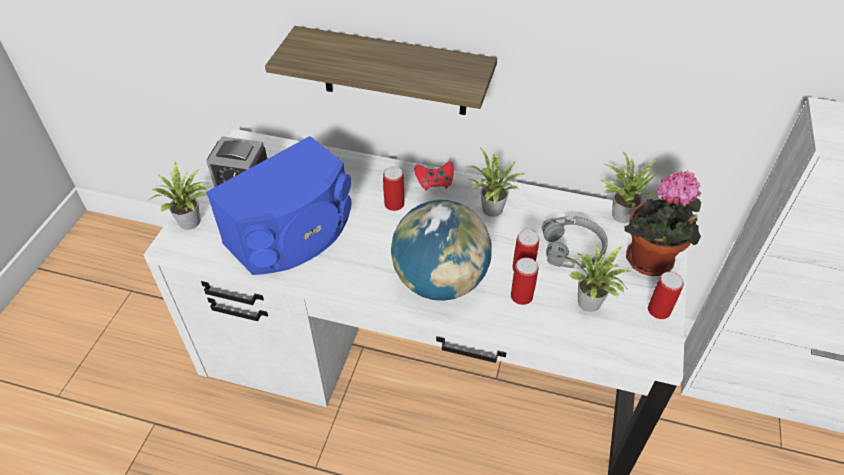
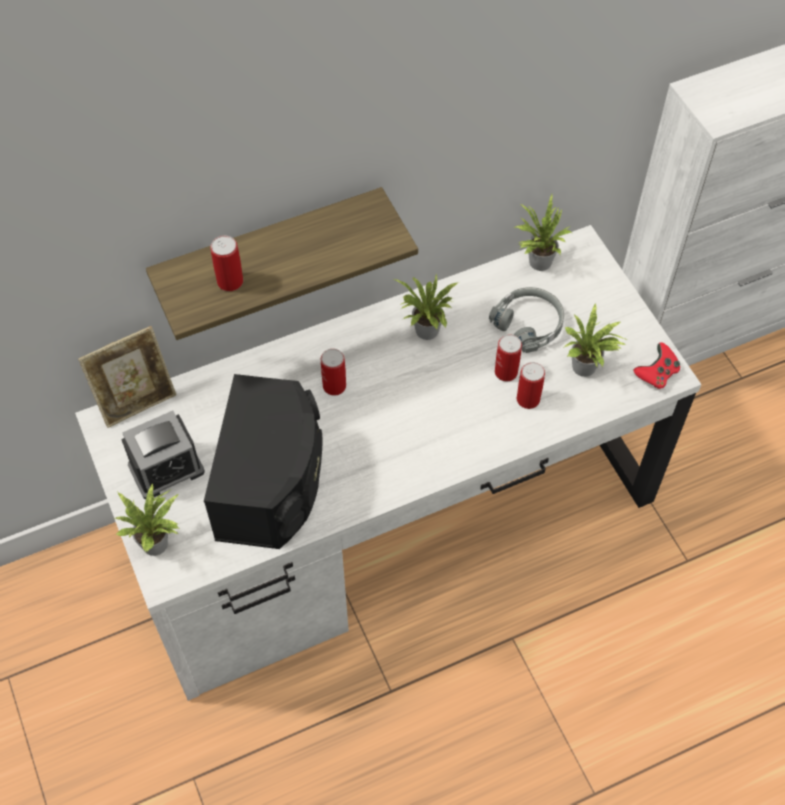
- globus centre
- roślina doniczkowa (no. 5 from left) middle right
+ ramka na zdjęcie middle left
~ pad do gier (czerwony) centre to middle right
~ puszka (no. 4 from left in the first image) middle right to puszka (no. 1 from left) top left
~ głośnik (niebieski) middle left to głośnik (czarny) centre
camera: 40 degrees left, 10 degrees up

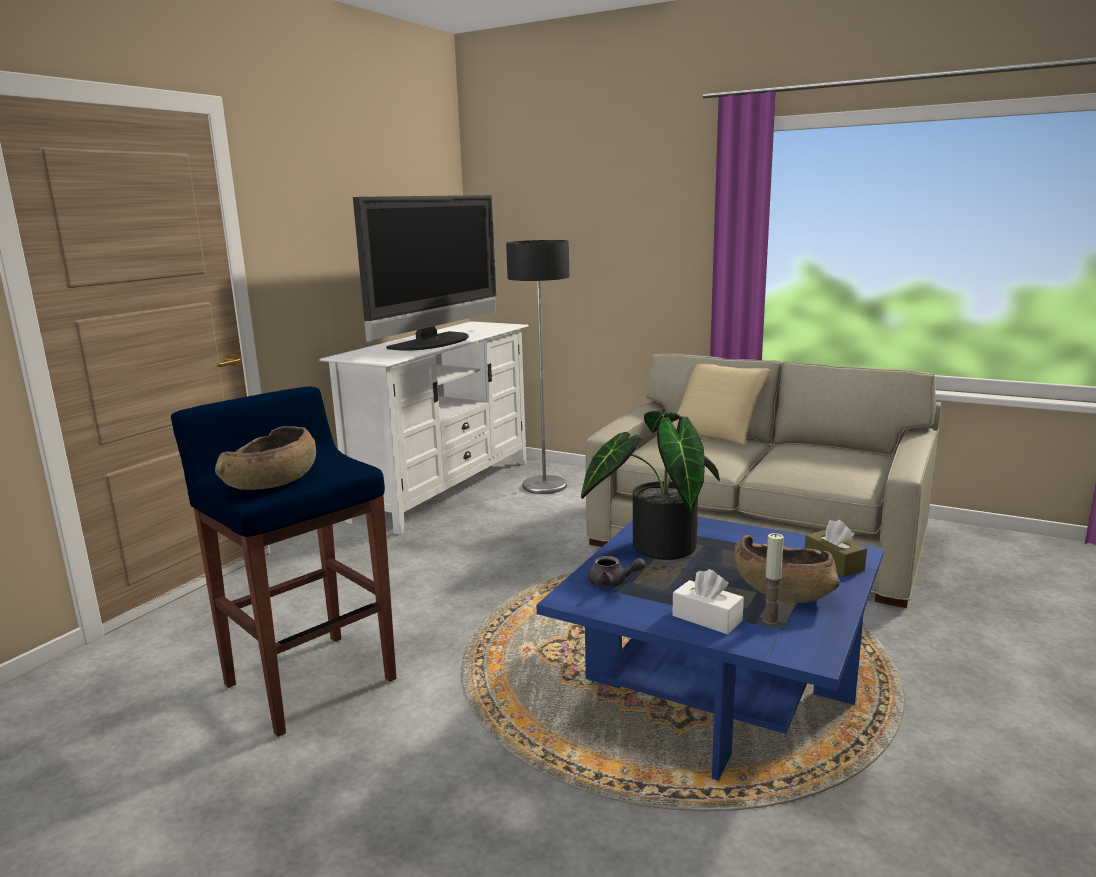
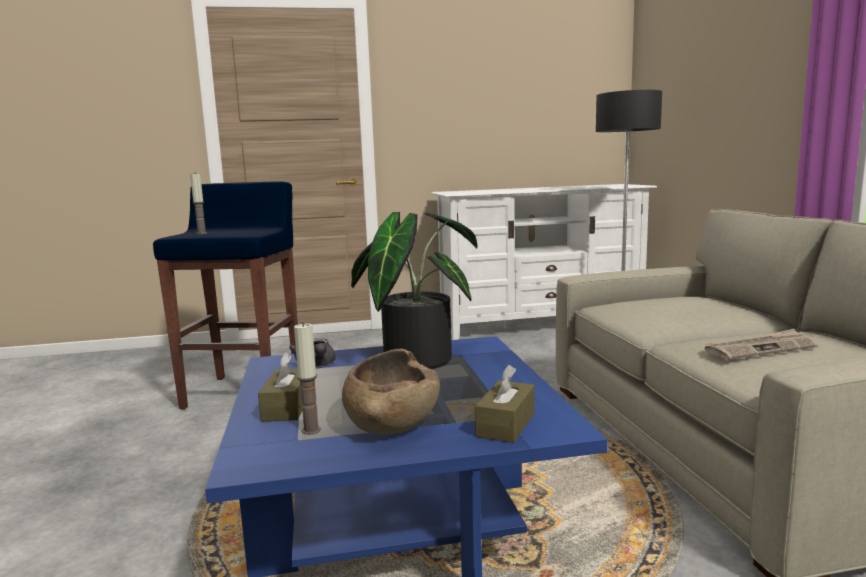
- telewizor top centre
- poduszka (beżowy) centre
+ gazeta middle right
~ miska (brązowy) (no. 1 from left) middle left to świeca (no. 1 from left) middle left
~ pudełko chusteczek (biały) bottom centre to pudełko chusteczek (brązowy) (no. 1 from left) bottom left
camera: 50 degrees right, 5 degrees down

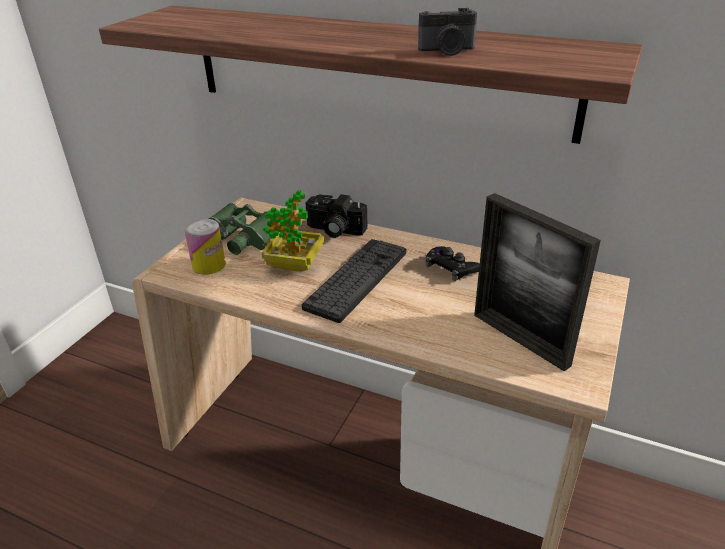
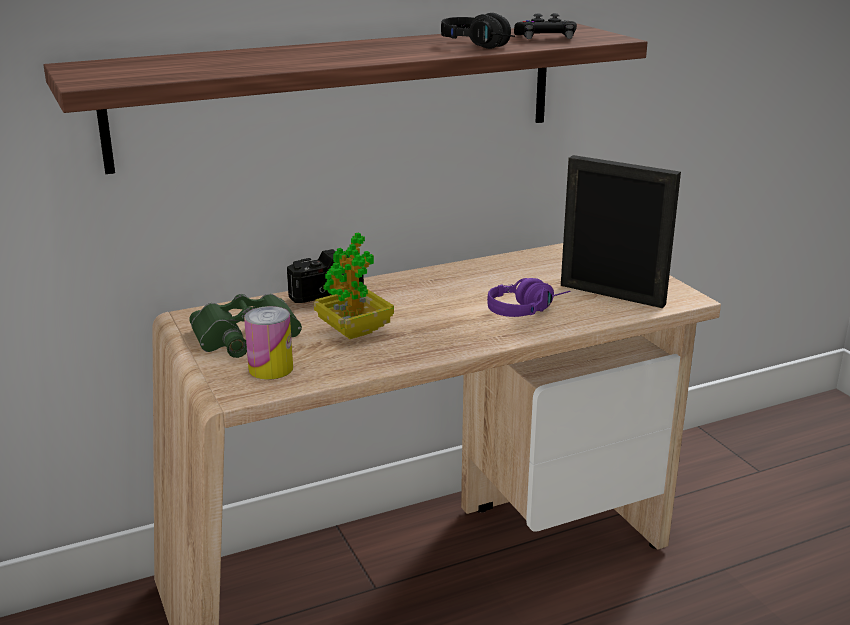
- klawiatura centre
+ słuchawki (fioletowy) centre
~ pad do gier (czarny) centre to top centre
~ aparat fotograficzny (no. 2 from left) top centre to słuchawki (czarny) top centre
~ ramka na zdjęcie middle right = middle right 150 degrees counterclockwise
camera: 50 degrees left, 10 degrees down

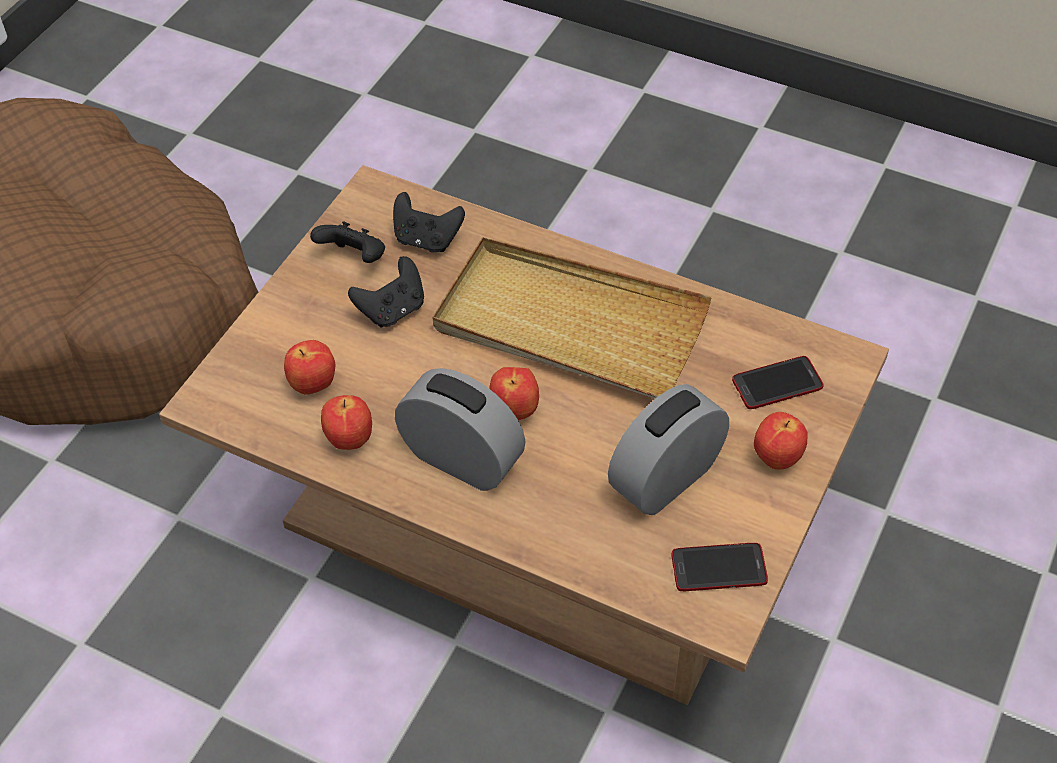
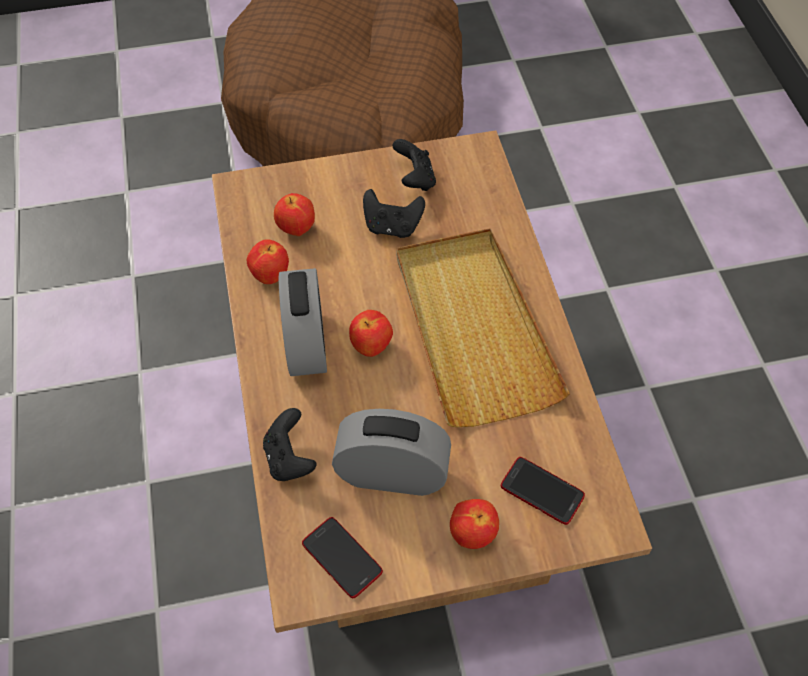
~ pad do gier (czarny) (no. 3 from left in the first image) top centre to pad do gier (czarny) (no. 1 from left) centre
camera: 50 degrees right, 5 degrees up

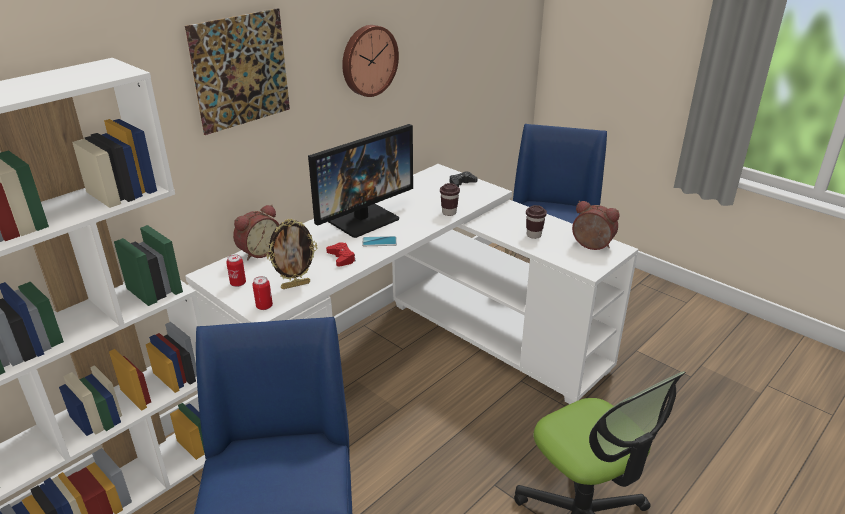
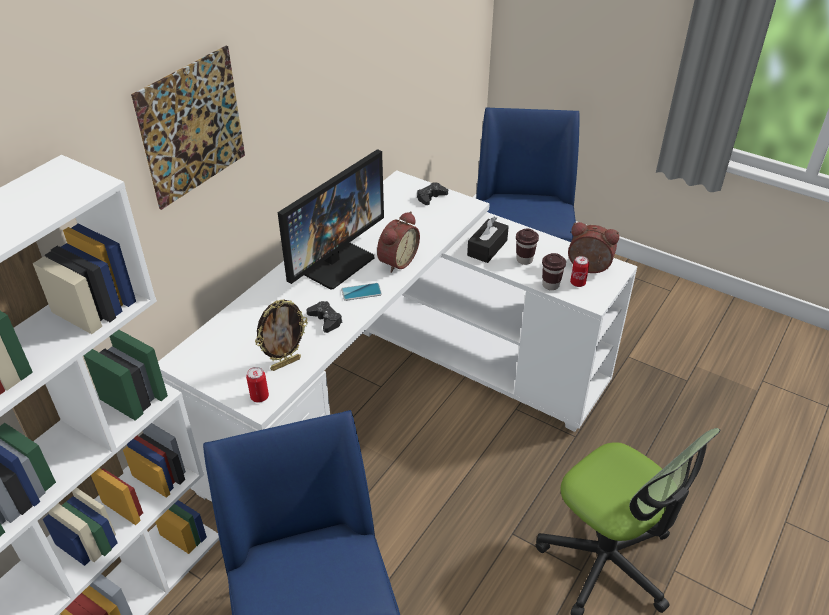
- zegar ścienny top centre
+ pudełko chusteczek (czarny) centre
~ puszka (no. 1 from left in the first image) middle left to puszka (no. 2 from left) middle right
~ budzik (no. 1 from left) middle left to centre
~ filiżanka (brązowy) (no. 1 from left in the first image) centre to filiżanka (brązowy) (no. 2 from left) middle right
~ pad do gier (czerwony) centre to pad do gier (czarny) (no. 1 from left) centre
camera: 10 degrees left, 10 degrees up

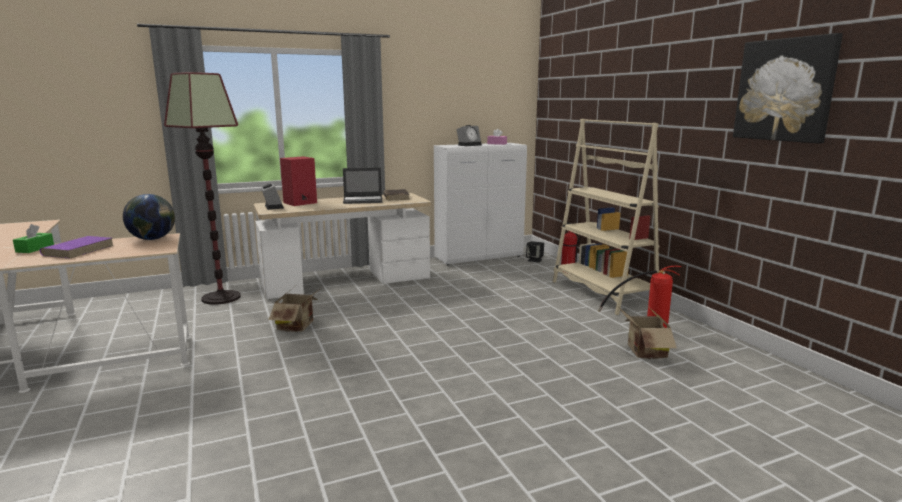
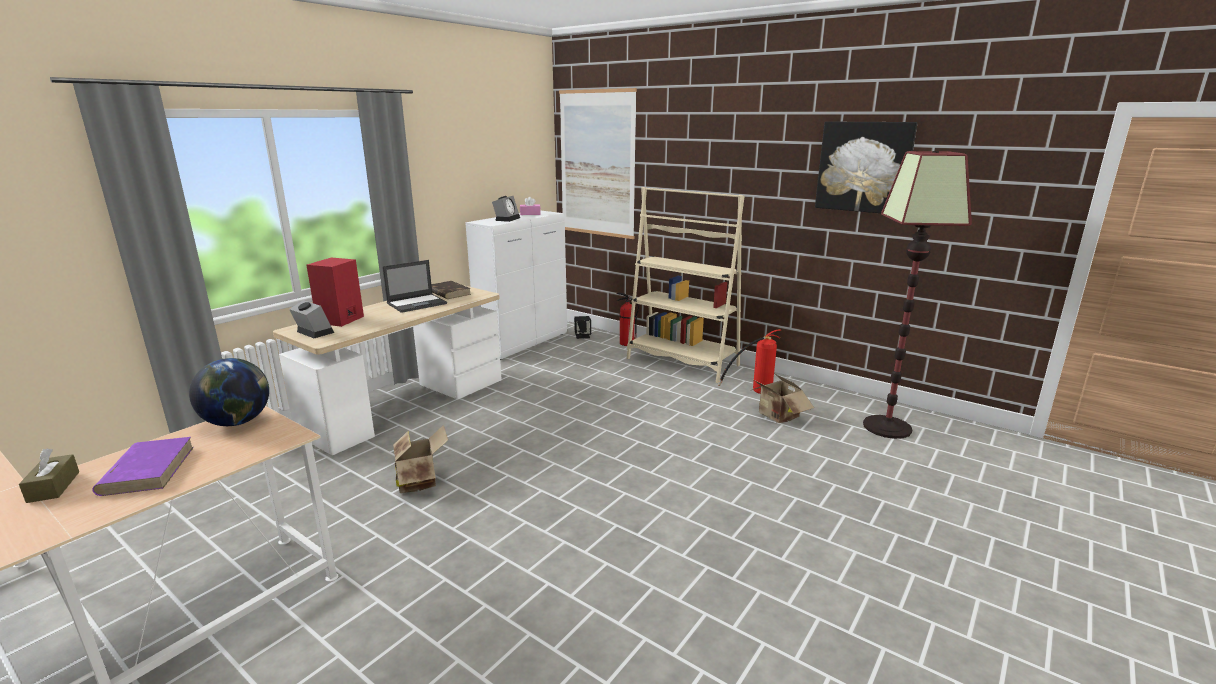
+ obraz (no. 1 from left) top centre
~ lampa stojąca middle left to middle right
~ pudełko chusteczek (zielony) middle left to pudełko chusteczek (brązowy) bottom left
camera: 30 degrees left, 5 degrees up

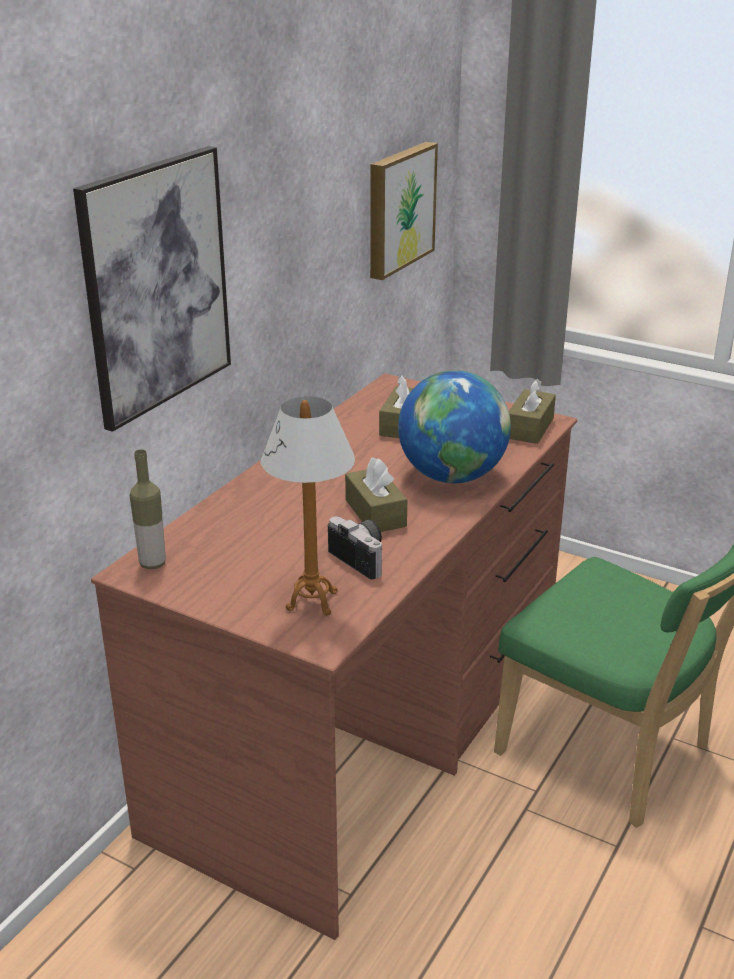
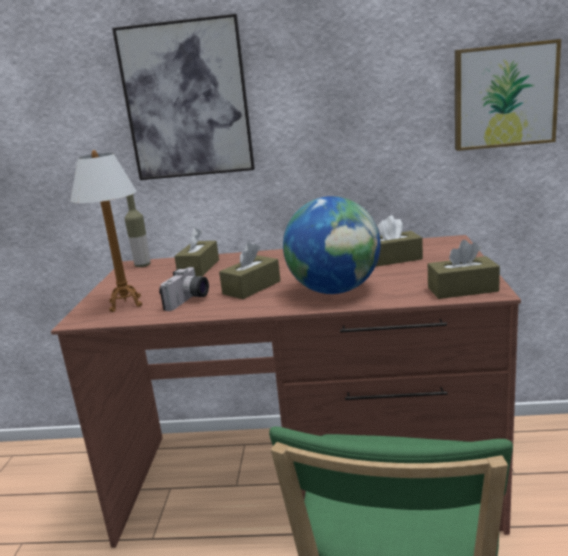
+ pudełko chusteczek (brązowy) (no. 1 from left) centre
camera: 65 degrees right, 10 degrees down

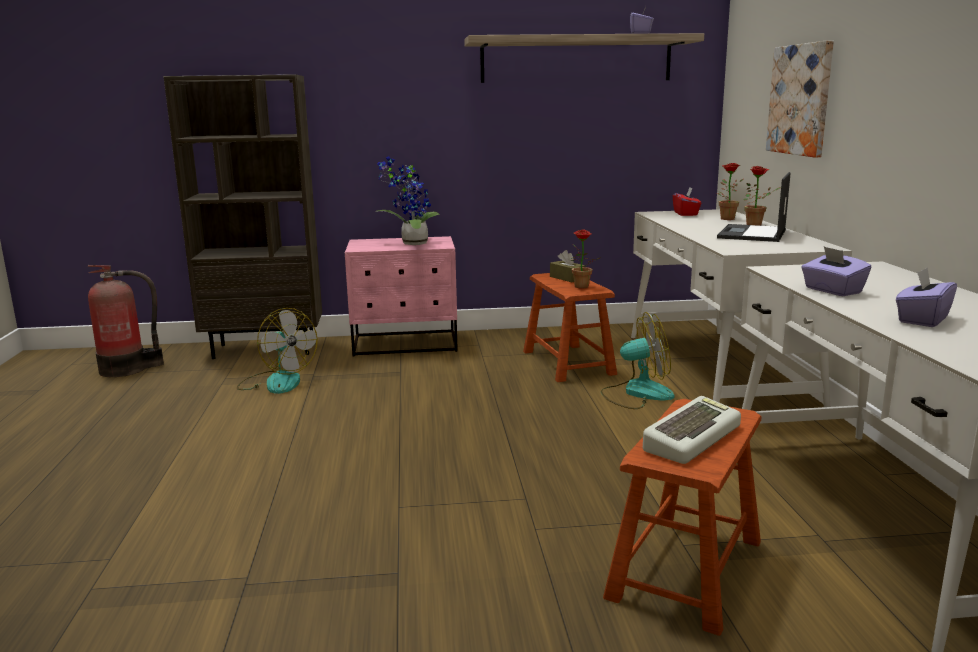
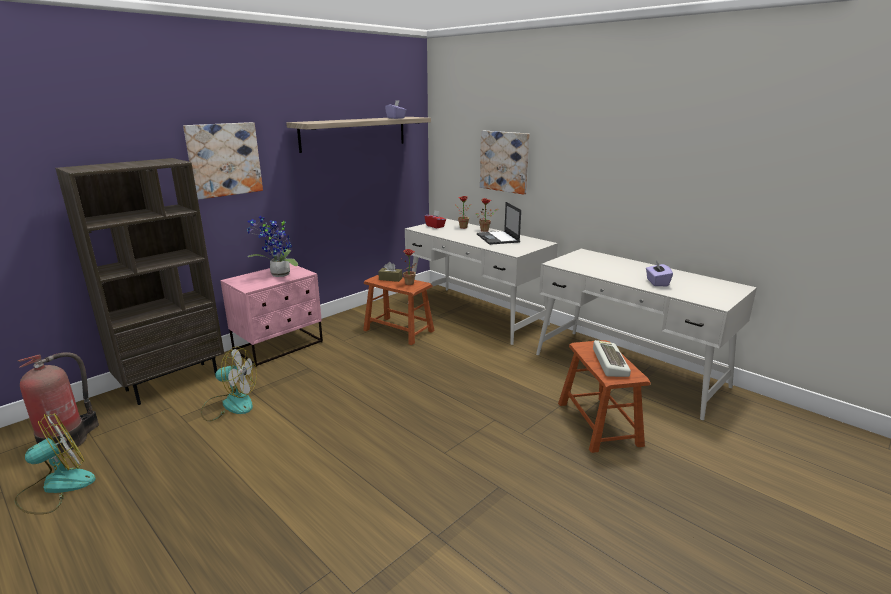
- pudełko chusteczek (fioletowy) (no. 2 from left) middle right
+ obraz (no. 1 from left) top left
~ wentylator (no. 2 from left in the first image) centre to wentylator (no. 1 from left) bottom left
camera: 40 degrees left, 5 degrees up

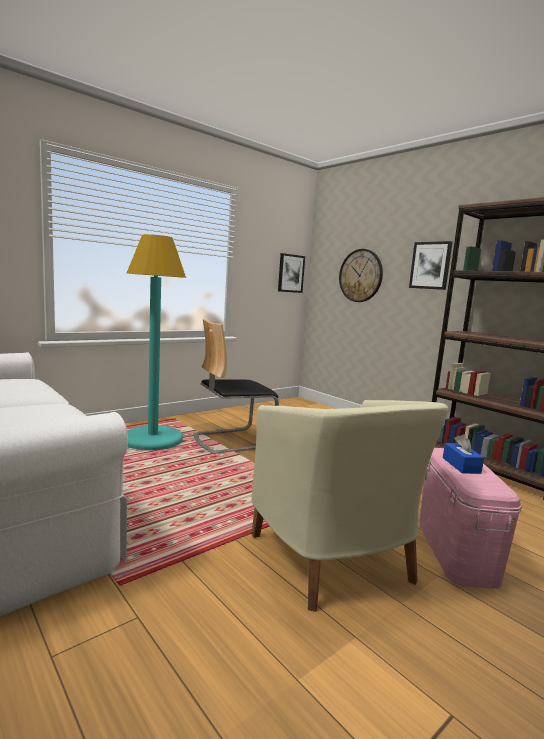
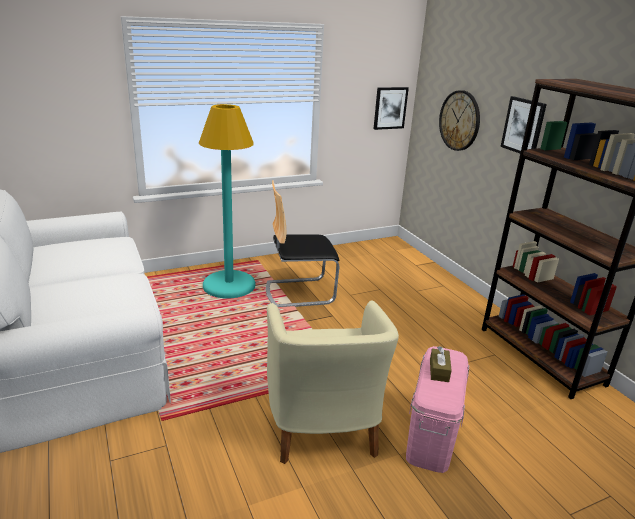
~ pudełko chusteczek (niebieski) middle right to pudełko chusteczek (brązowy) bottom right
camera: 15 degrees right, 15 degrees up

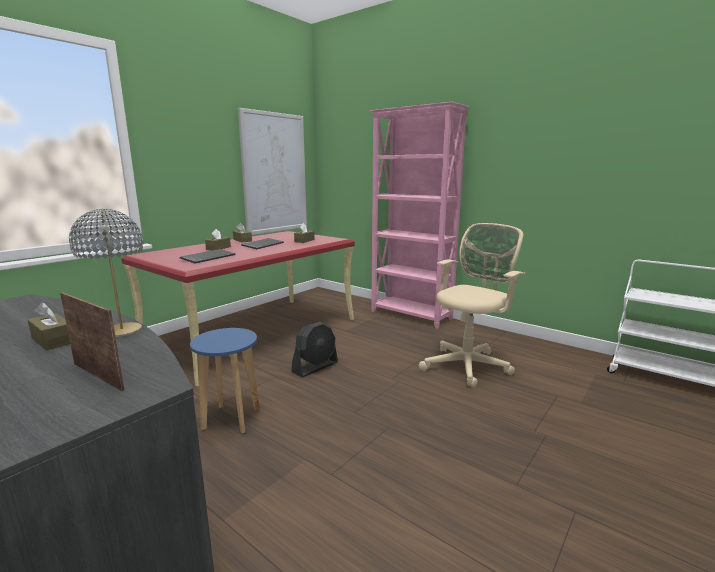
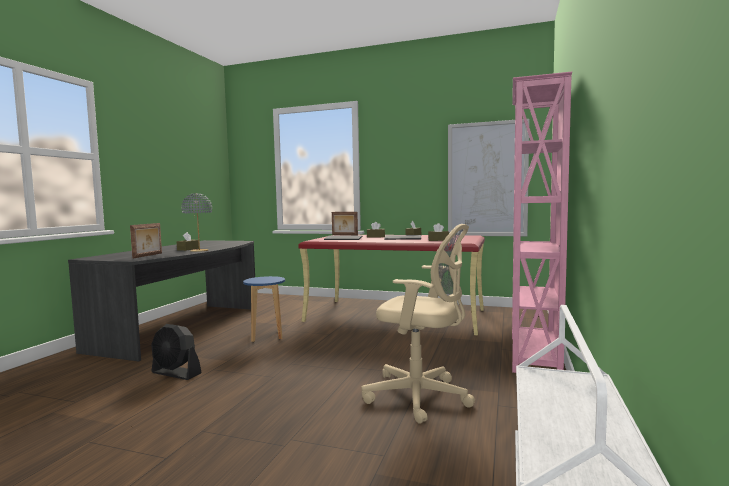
+ ramka na zdjęcie (no. 2 from left) centre
~ wentylator (czarny) centre to bottom left
camera: 70 degrees right, 10 degrees down

